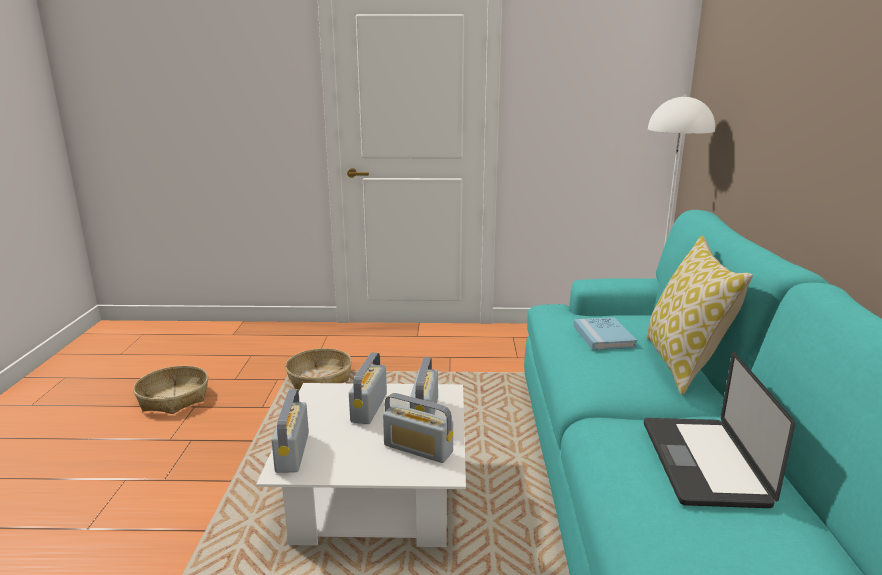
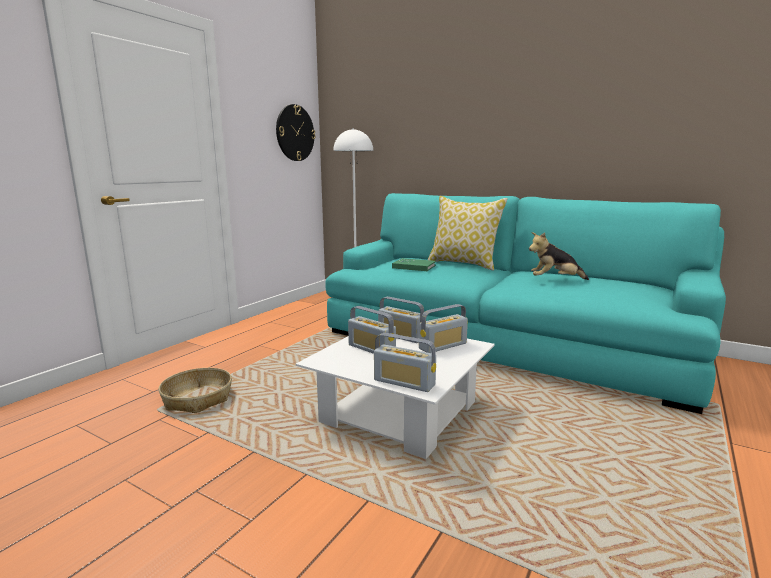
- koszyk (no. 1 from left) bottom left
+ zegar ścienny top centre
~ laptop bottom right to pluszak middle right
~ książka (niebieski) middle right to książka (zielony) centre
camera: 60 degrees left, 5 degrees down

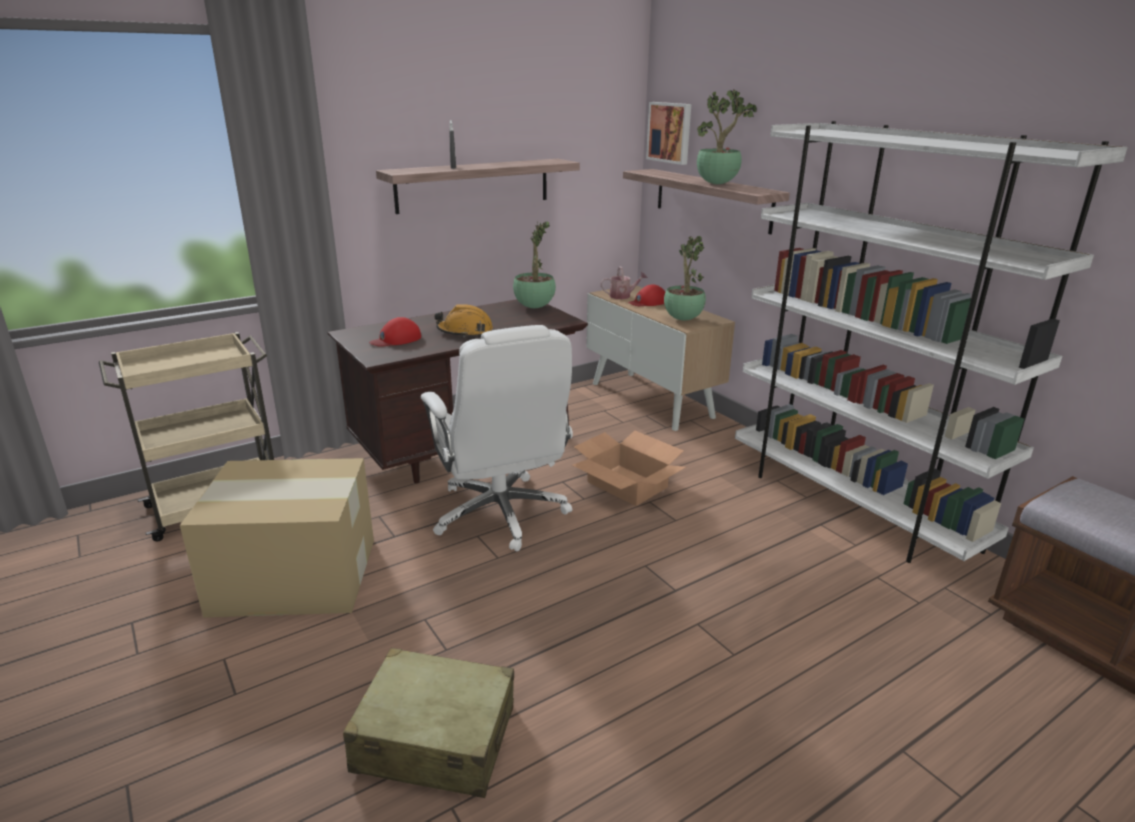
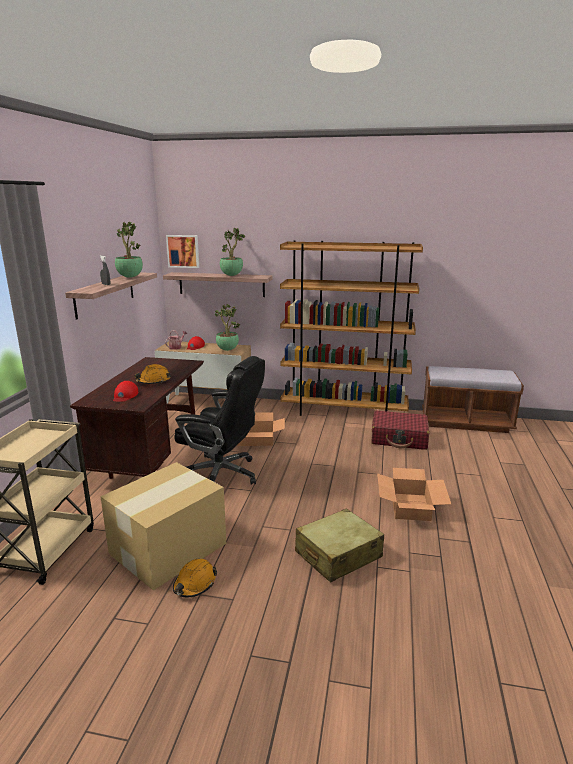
+ kask (pomarańczowy) (no. 2 from left) bottom centre
+ walizka (czerwony) middle right
+ karton (no. 3 from left) middle right
~ roślina doniczkowa (no. 1 from left) top centre to top left
~ krzesło biurowe (biały) centre to krzesło biurowe (czarny) centre
~ regał (biały) middle right to regał (brązowy) centre
camera: 45 degrees left, 5 degrees down

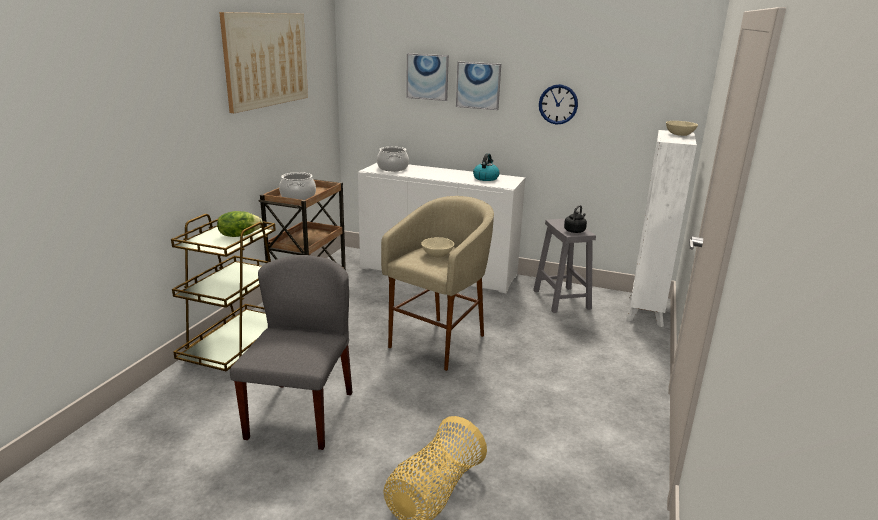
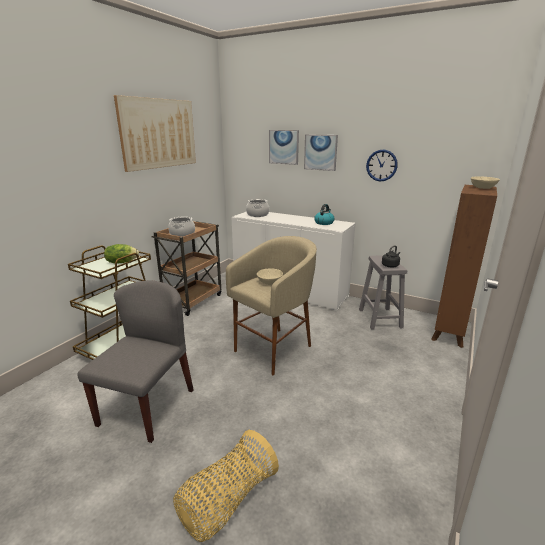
~ regał (biały) middle right to regał (brązowy) middle right
camera: 10 degrees right, 0 degrees up

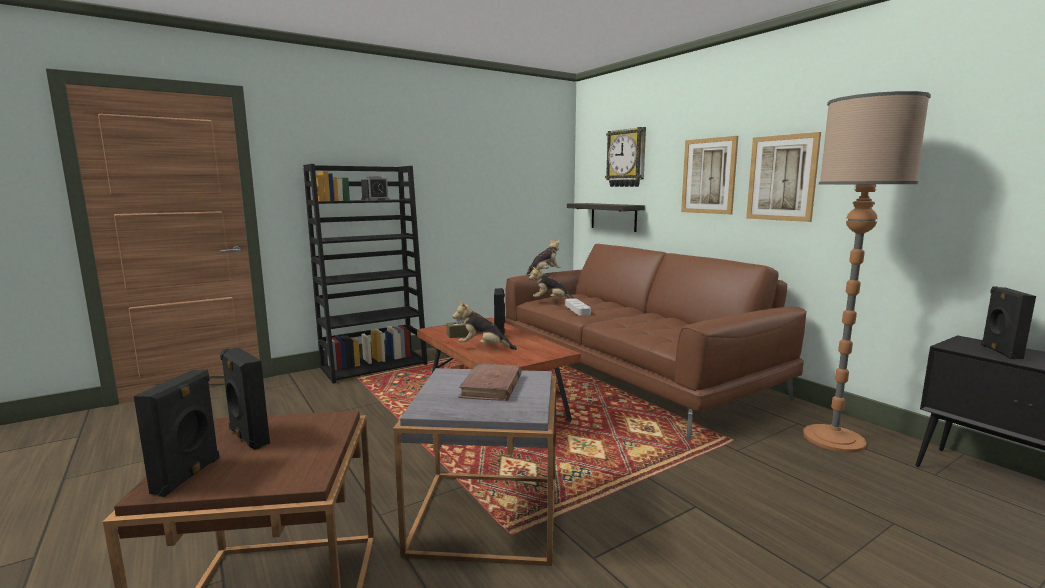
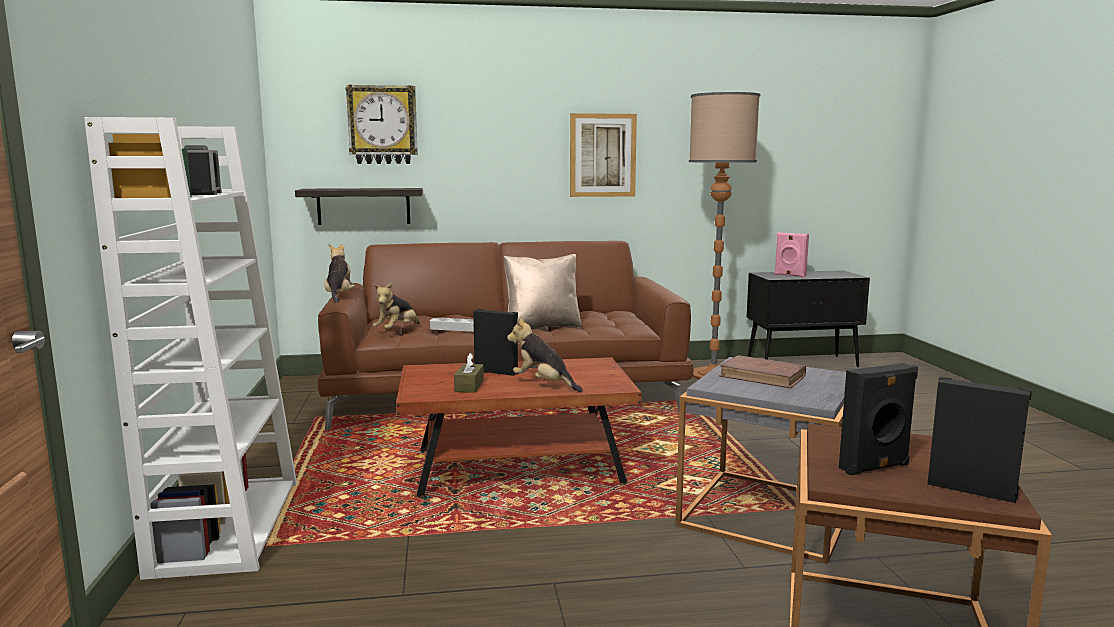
- obraz (no. 1 from left) top right
+ poduszka (beżowy) centre
~ regał (czarny) centre to regał (biały) middle left
~ głośnik (czarny) (no. 4 from left) middle right to głośnik (różowy) middle right
~ pluszak (no. 1 from left in the first image) centre = centre 90 degrees clockwise
camera: 65 degrees left, 0 degrees up

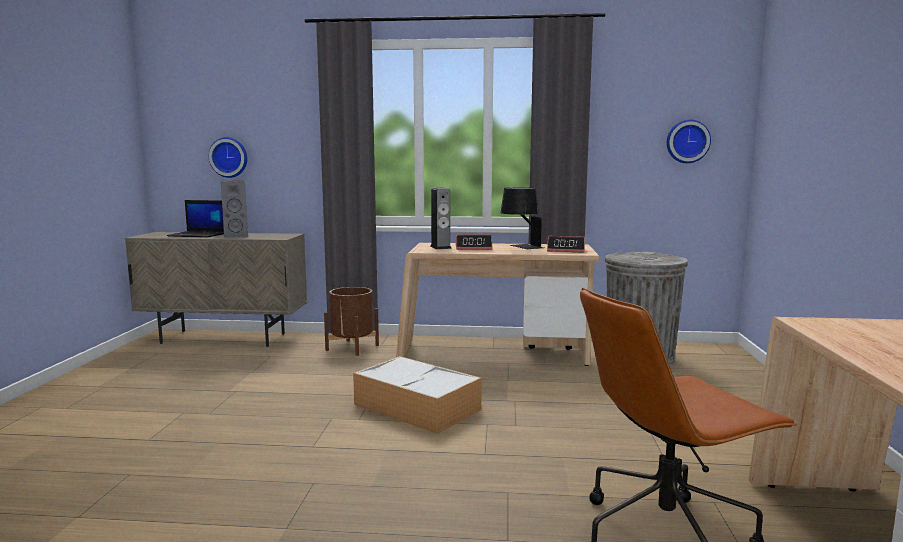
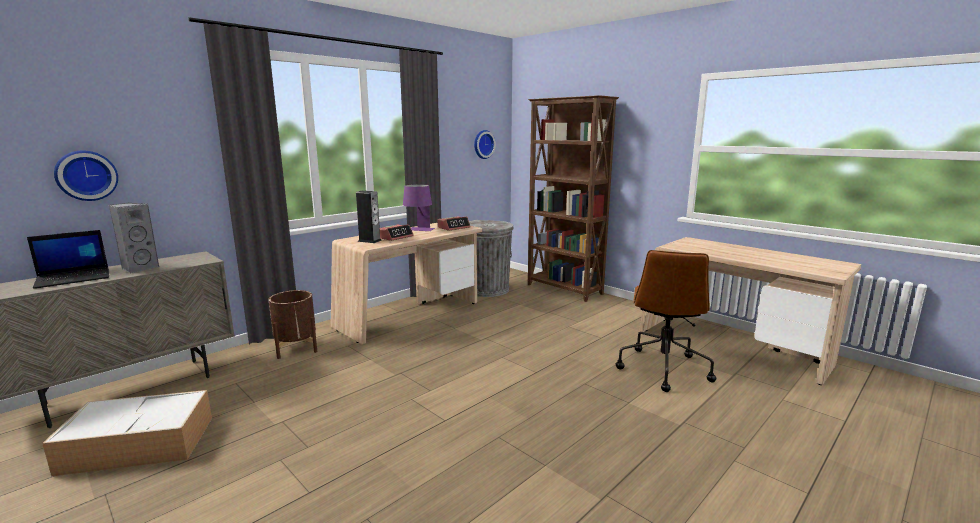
+ regał (brązowy) centre
~ pojemnik do przechowywania bottom centre to bottom left
~ lampa stołowa (czarny) centre to lampa stołowa (fioletowy) centre
camera: 50 degrees left, 5 degrees up

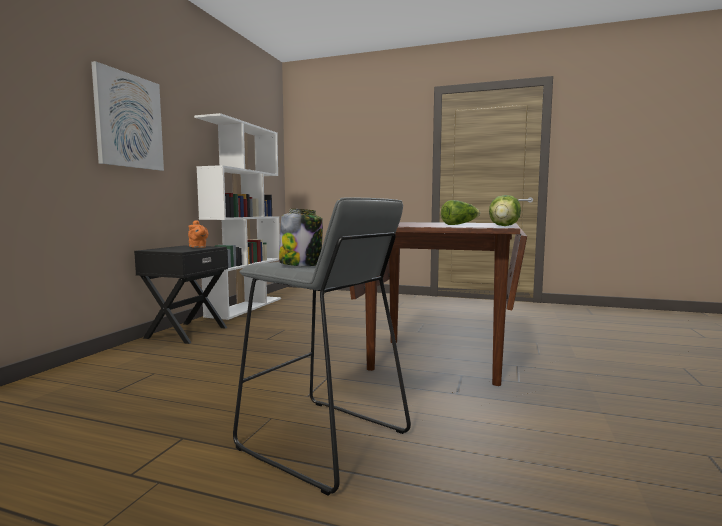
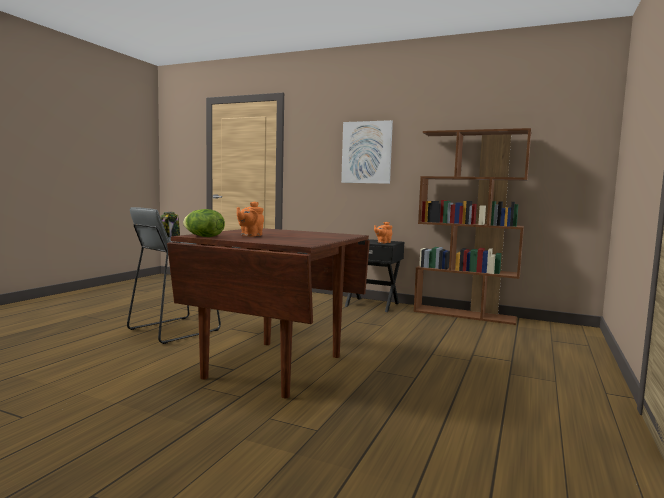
~ sałata (no. 1 from left) centre to imbryk (pomarańczowy) (no. 1 from left) centre
~ regał (biały) middle left to regał (brązowy) middle right
camera: 95 degrees right, 0 degrees up

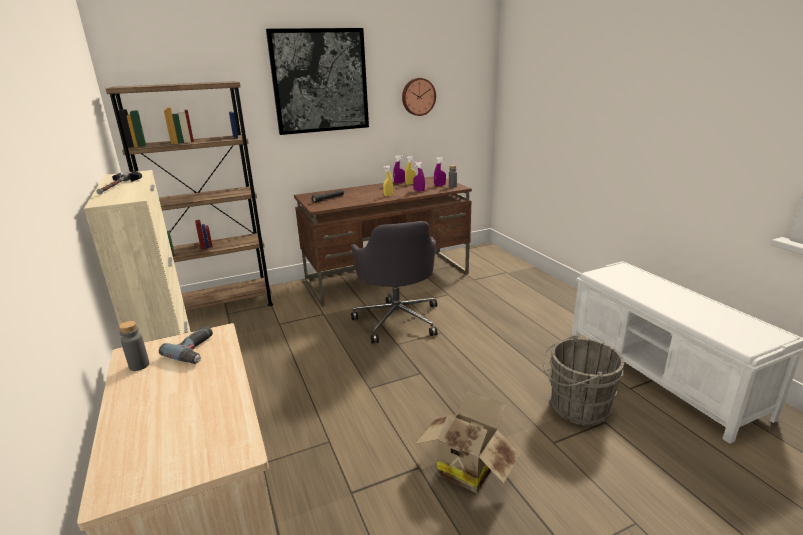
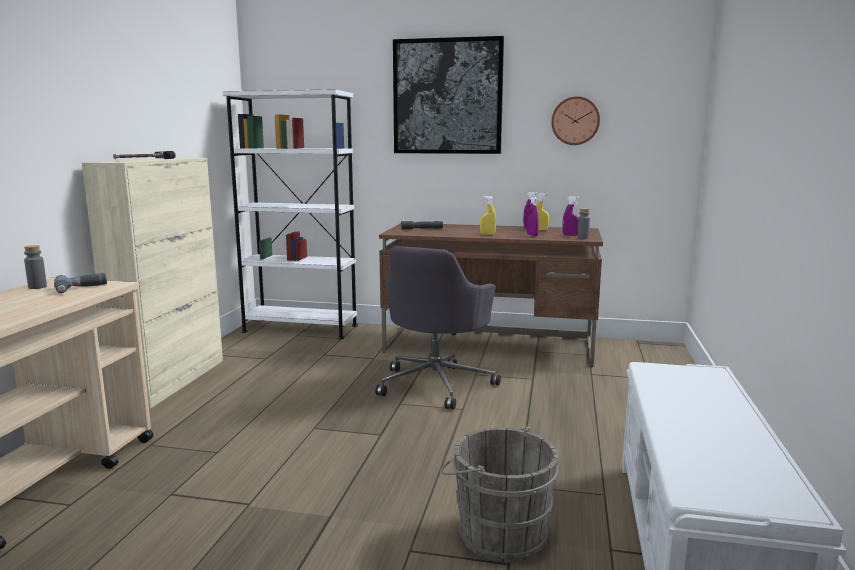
- karton bottom centre
~ regał (brązowy) middle left to regał (biały) centre
camera: 35 degrees right, 10 degrees down

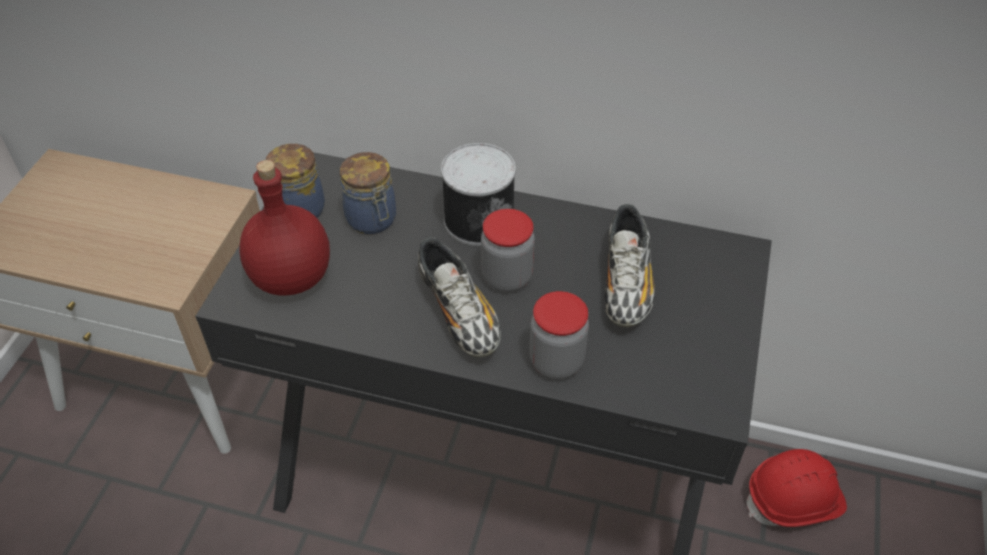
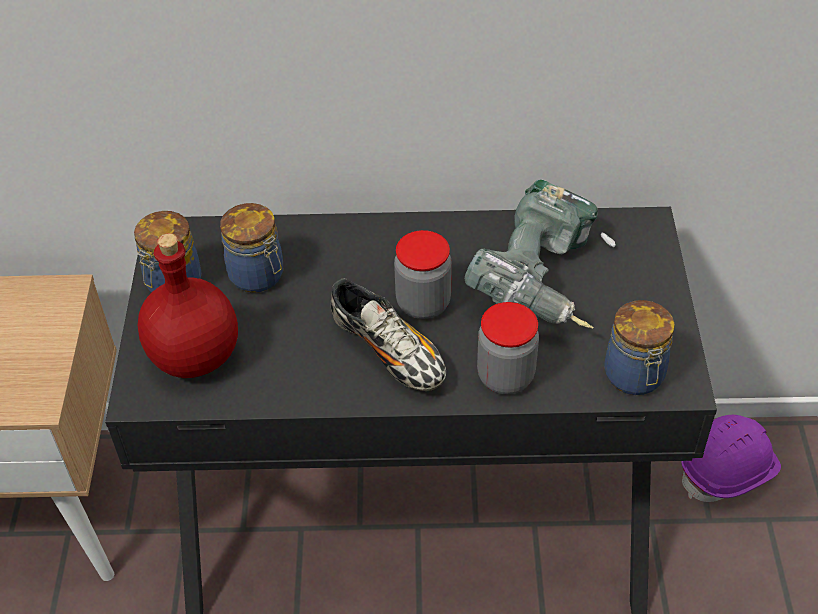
- puszka centre
+ słoik (no. 5 from left) middle right
~ but (no. 2 from left) centre to wiertarka centre
~ kask (czerwony) bottom right to kask (fioletowy) bottom right
camera: 15 degrees left, 0 degrees up

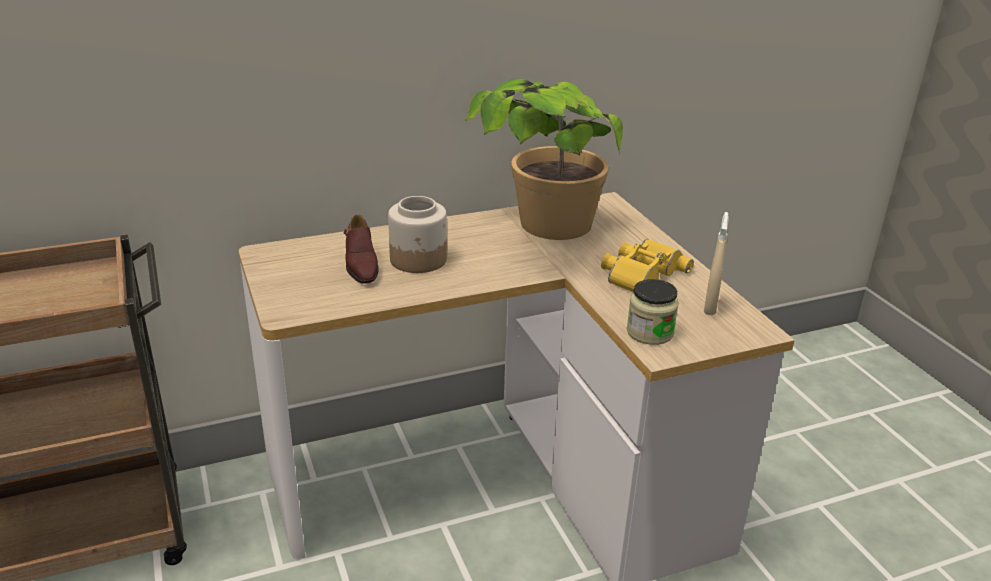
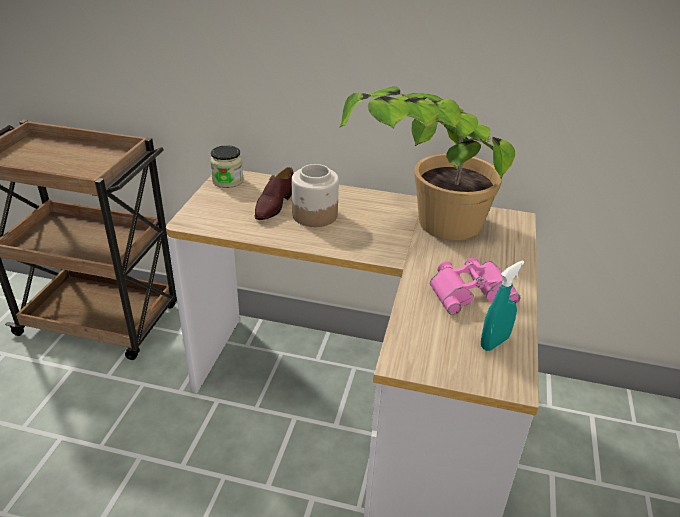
~ słoik (no. 2 from left in the first image) centre to słoik (no. 1 from left) top left
~ lornetka (żółty) centre to lornetka (różowy) middle right
~ spryskiwacz (beżowy) middle right to spryskiwacz (turkusowy) middle right
camera: 35 degrees right, 5 degrees up

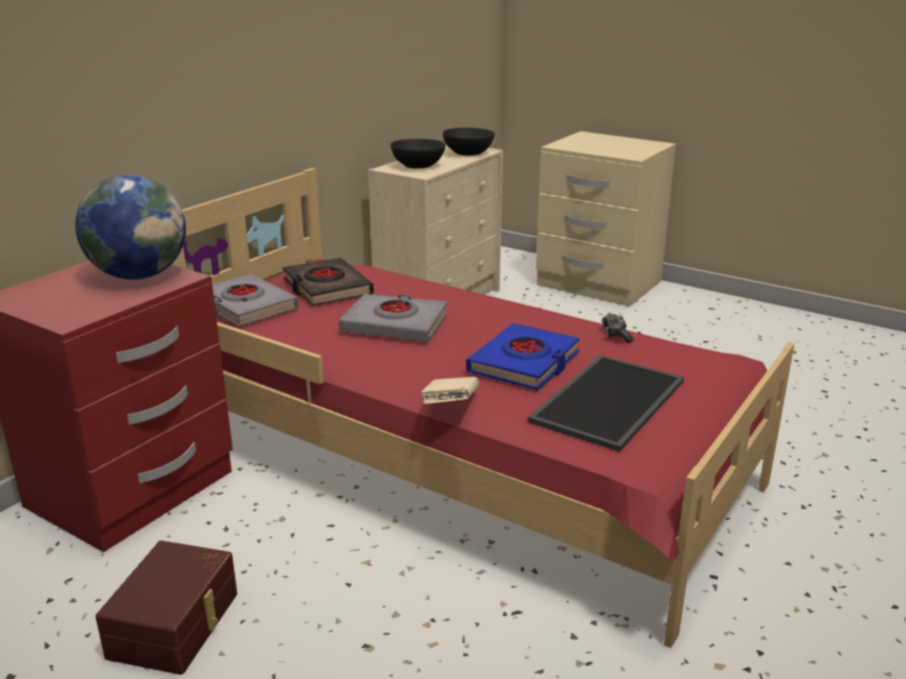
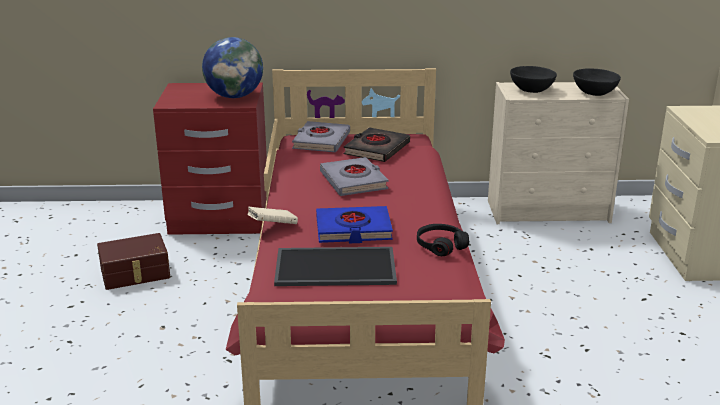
~ pad do gier middle right to słuchawki (czarny) centre
camera: 55 degrees right, 0 degrees up

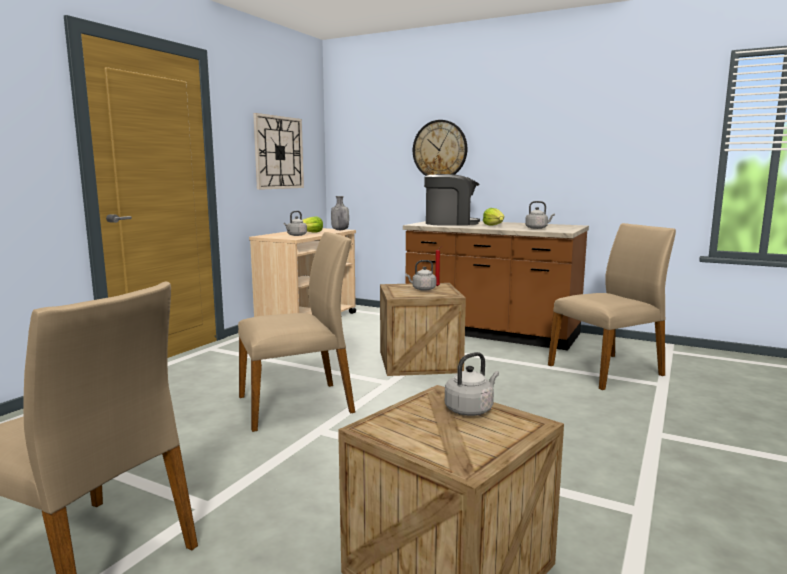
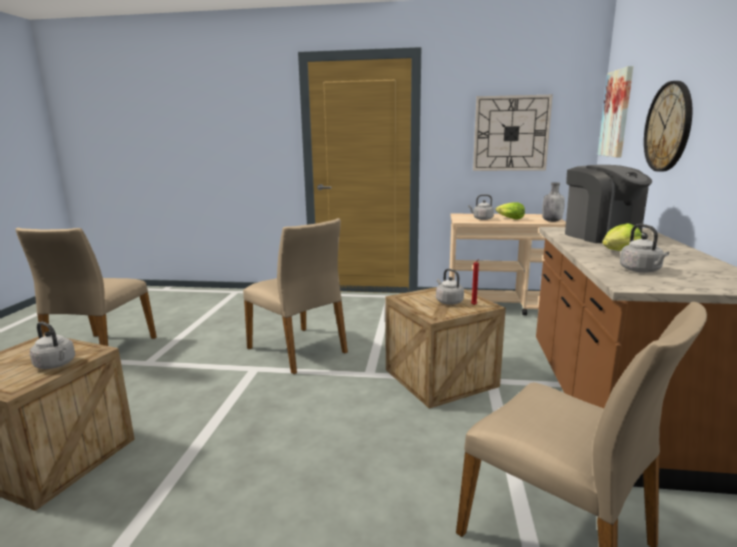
+ obraz top right
camera: 70 degrees right, 5 degrees up

